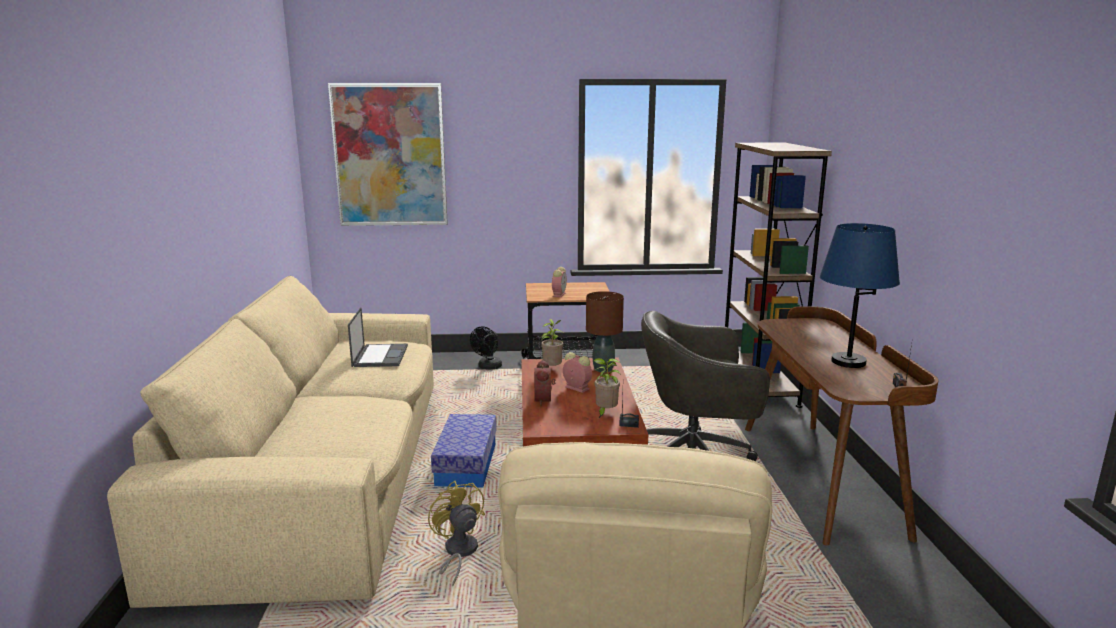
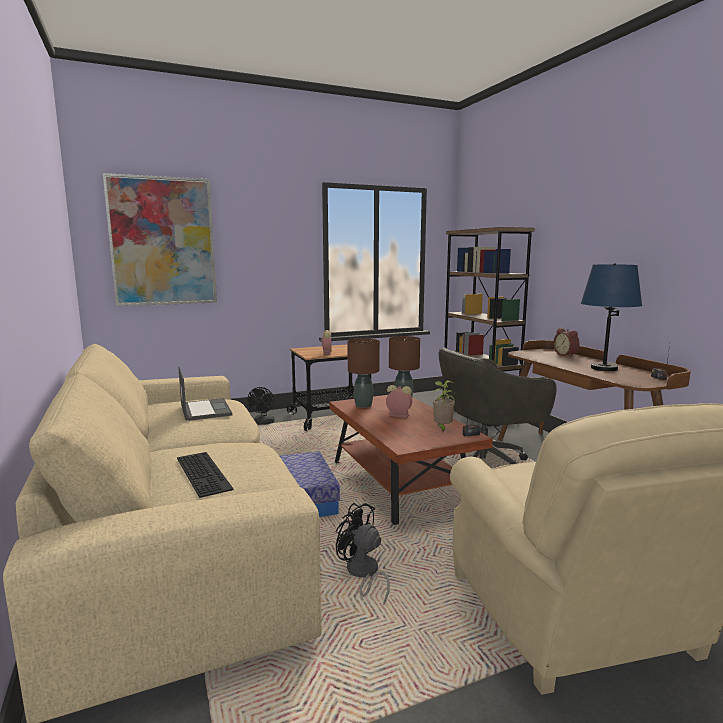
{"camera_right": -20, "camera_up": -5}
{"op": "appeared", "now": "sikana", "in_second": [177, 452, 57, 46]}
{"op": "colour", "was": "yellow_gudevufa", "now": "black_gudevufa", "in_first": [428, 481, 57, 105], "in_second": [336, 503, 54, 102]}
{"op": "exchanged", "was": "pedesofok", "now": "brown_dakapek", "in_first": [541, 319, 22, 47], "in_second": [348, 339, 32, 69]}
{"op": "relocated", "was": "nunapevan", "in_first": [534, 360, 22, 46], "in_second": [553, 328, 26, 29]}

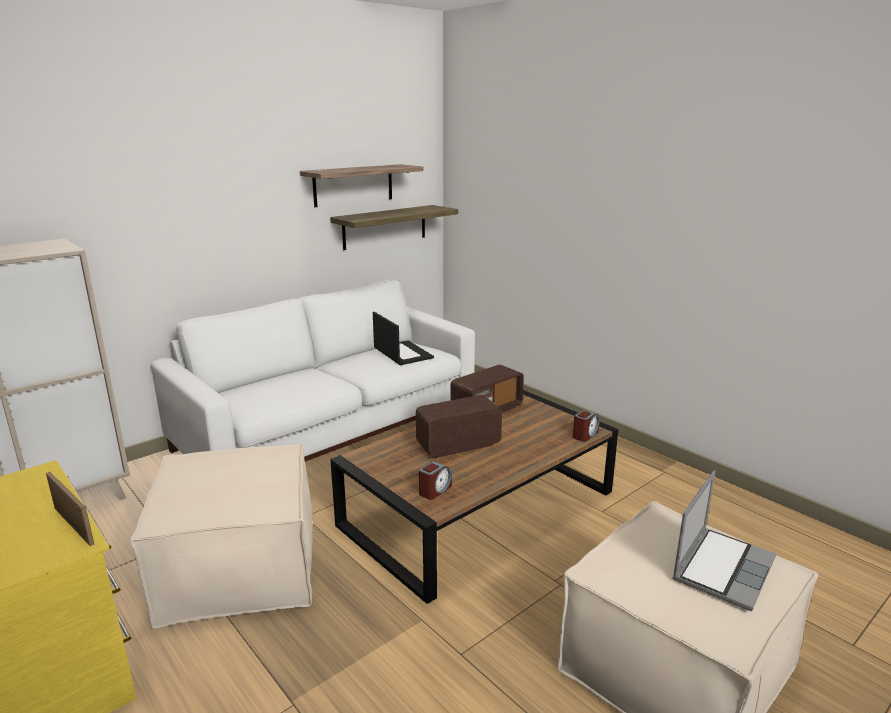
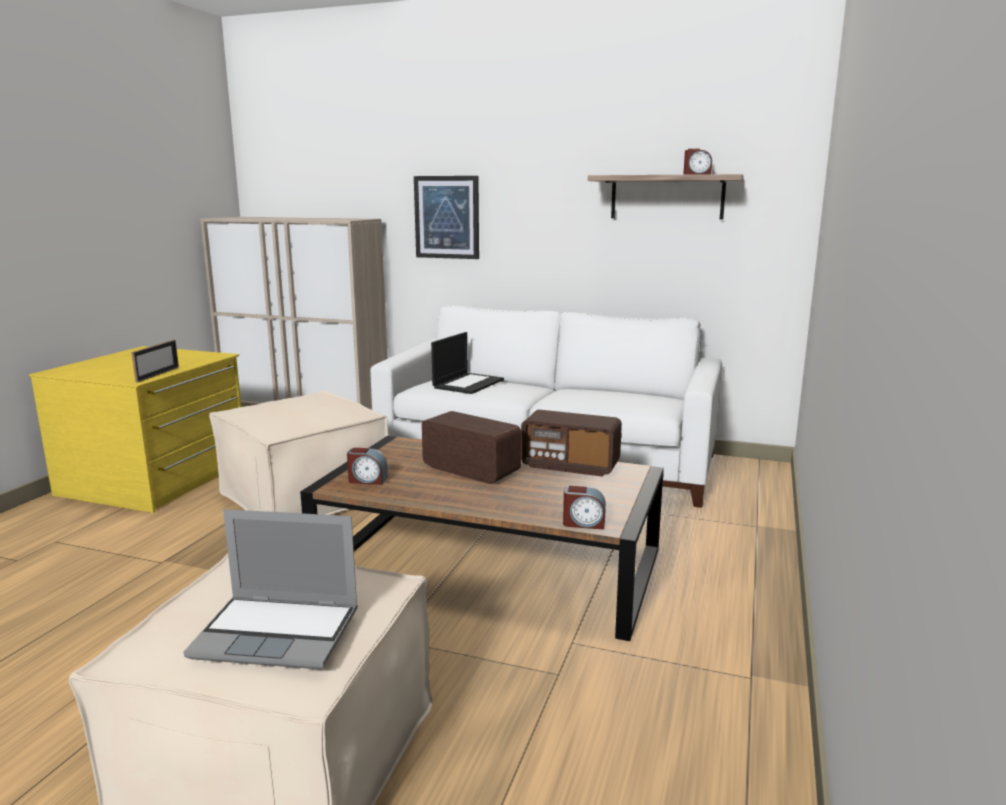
{"camera_right": 60, "camera_up": -5}
{"op": "appeared", "now": "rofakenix", "in_second": [414, 176, 65, 83]}
{"op": "relocated", "was": "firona", "in_first": [373, 312, 61, 53], "in_second": [431, 332, 73, 62]}
{"op": "appeared", "now": "nunapevan", "in_second": [684, 149, 28, 26]}
{"op": "missing", "was": "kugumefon", "in_first": [330, 205, 128, 45]}

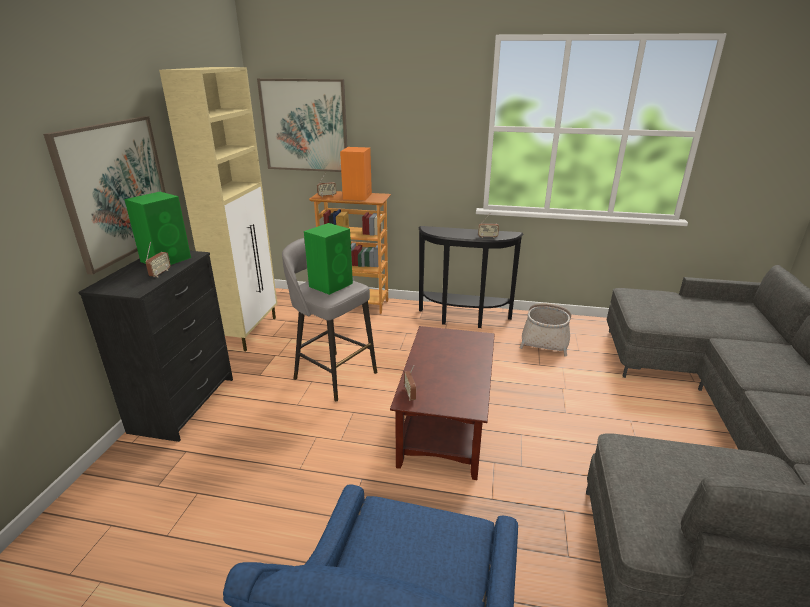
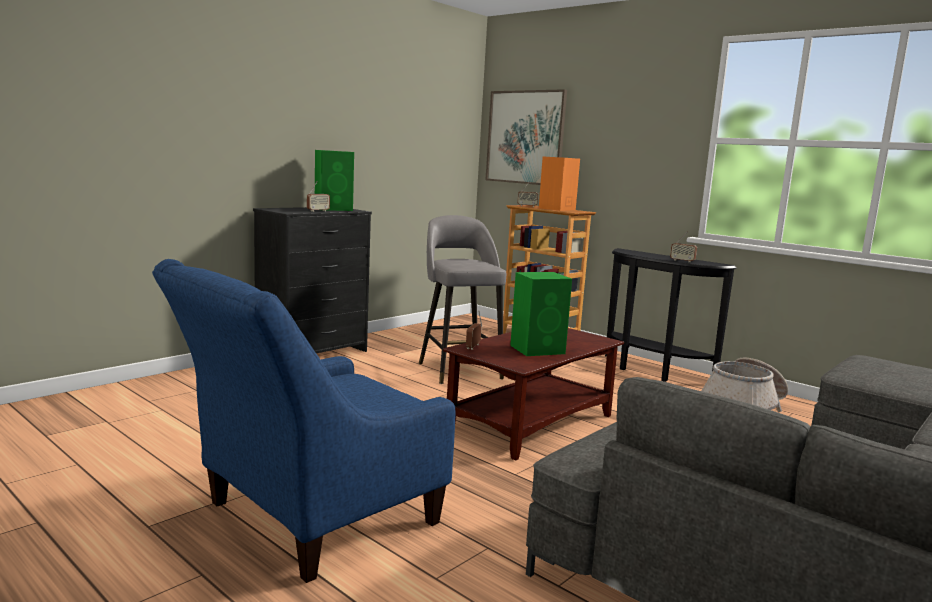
{"camera_right": 30, "camera_up": -15}
{"op": "relocated", "was": "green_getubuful", "in_first": [304, 223, 49, 72], "in_second": [510, 272, 62, 84]}
{"op": "missing", "was": "rofakenix", "in_first": [43, 116, 123, 159]}
{"op": "missing", "was": "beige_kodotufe", "in_first": [159, 67, 118, 284]}

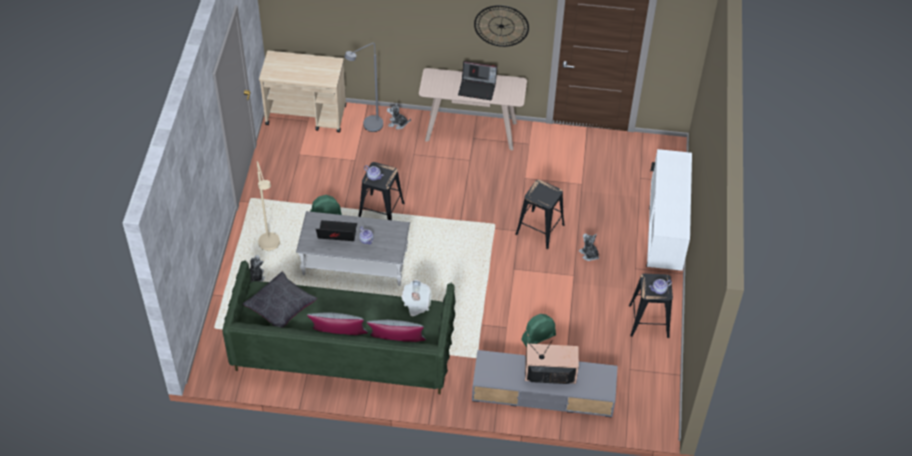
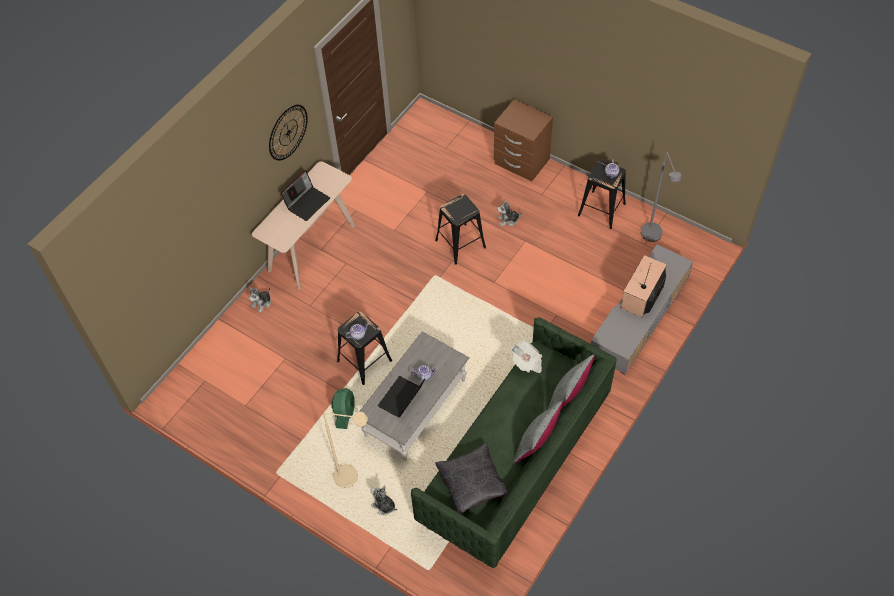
{"camera_right": -60, "camera_up": 5}
{"op": "exchanged", "was": "white_kodotufe", "now": "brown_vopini", "in_first": [646, 149, 46, 122], "in_second": [494, 99, 59, 82]}
{"op": "relocated", "was": "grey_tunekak", "in_first": [344, 43, 39, 89], "in_second": [641, 152, 40, 90]}
{"op": "missing", "was": "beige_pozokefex", "in_first": [259, 51, 87, 81]}
{"op": "missing", "was": "green_gudevufa", "in_first": [521, 314, 35, 33]}

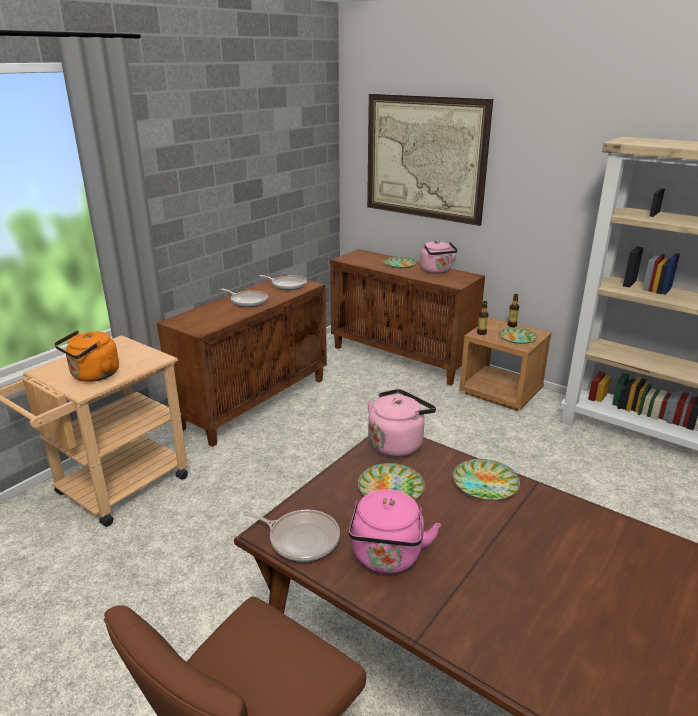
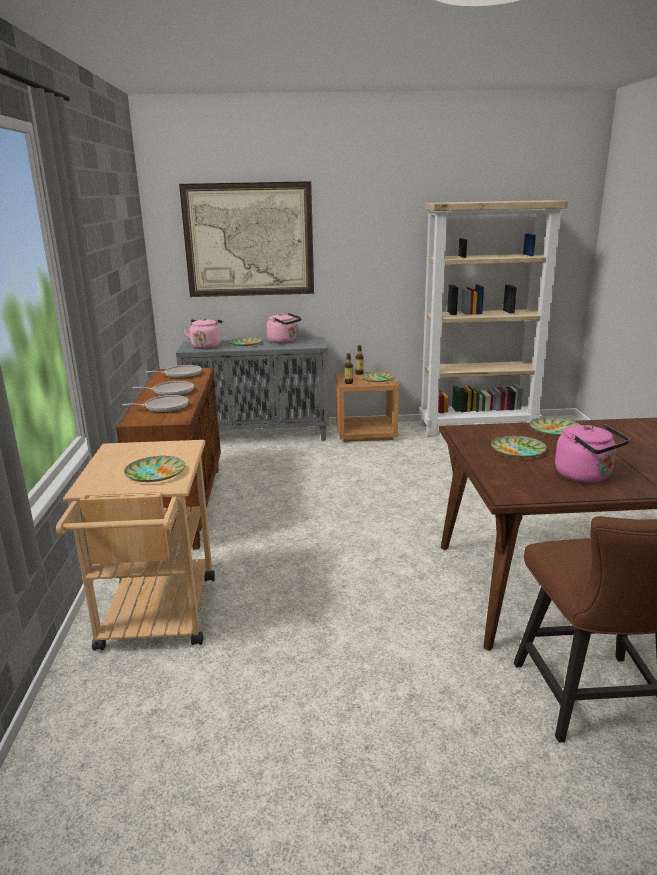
{"camera_right": -40, "camera_up": -5}
{"op": "relocated", "was": "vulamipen", "in_first": [243, 509, 97, 53], "in_second": [122, 395, 67, 18]}
{"op": "exchanged", "was": "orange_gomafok", "now": "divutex", "in_first": [54, 330, 65, 52], "in_second": [124, 456, 61, 26]}
{"op": "colour", "was": "brown_kodotufe", "now": "grey_kodotufe", "in_first": [330, 249, 155, 136], "in_second": [176, 337, 153, 104]}
{"op": "relocated", "was": "pink_gomafok", "in_first": [367, 389, 69, 68], "in_second": [183, 318, 40, 31]}

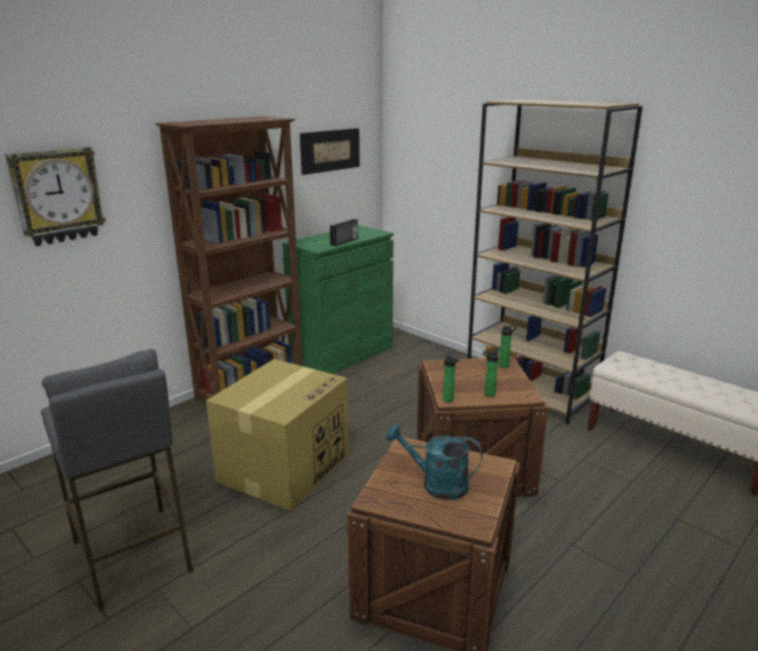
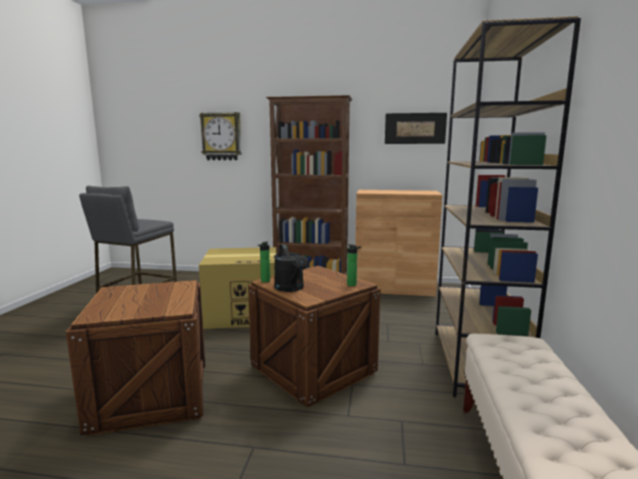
{"camera_right": 55, "camera_up": -10}
{"op": "exchanged", "was": "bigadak", "now": "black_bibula", "in_first": [483, 351, 16, 46], "in_second": [274, 244, 35, 48]}
{"op": "colour", "was": "green_kodotufe", "now": "brown_kodotufe", "in_first": [282, 225, 112, 149], "in_second": [355, 190, 88, 107]}
{"op": "missing", "was": "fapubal", "in_first": [330, 219, 28, 27]}
{"op": "missing", "was": "turquoise_bibula", "in_first": [386, 424, 97, 76]}

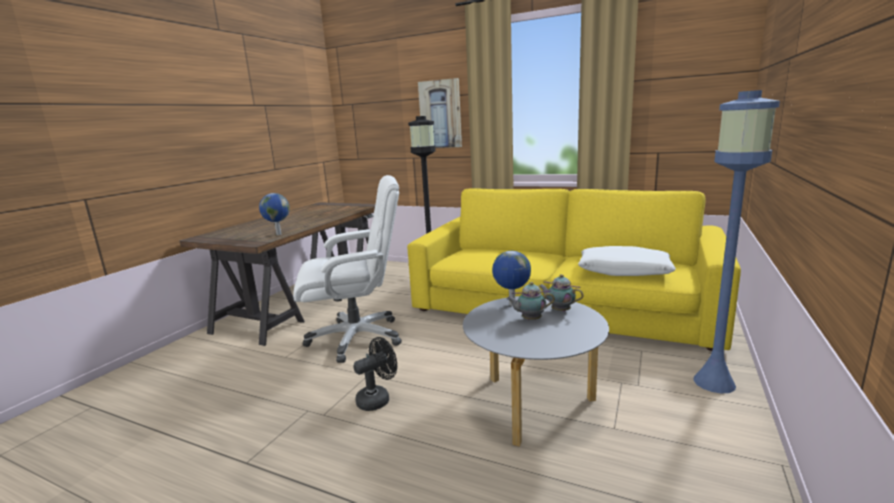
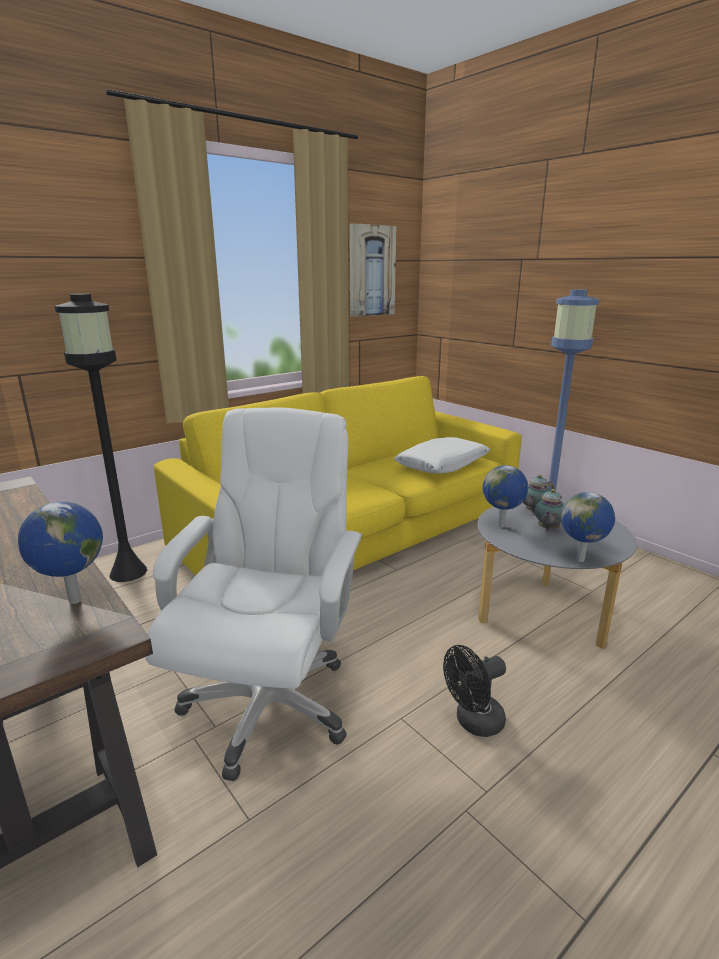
{"camera_right": -65, "camera_up": 5}
{"op": "relocated", "was": "rofakenix", "in_first": [418, 78, 44, 70], "in_second": [349, 223, 48, 94]}
{"op": "spun", "was": "black_gudevufa", "in_first": [353, 337, 44, 74], "in_second": [443, 645, 63, 92], "clockwise": -105}
{"op": "appeared", "now": "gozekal", "in_second": [561, 492, 54, 70]}

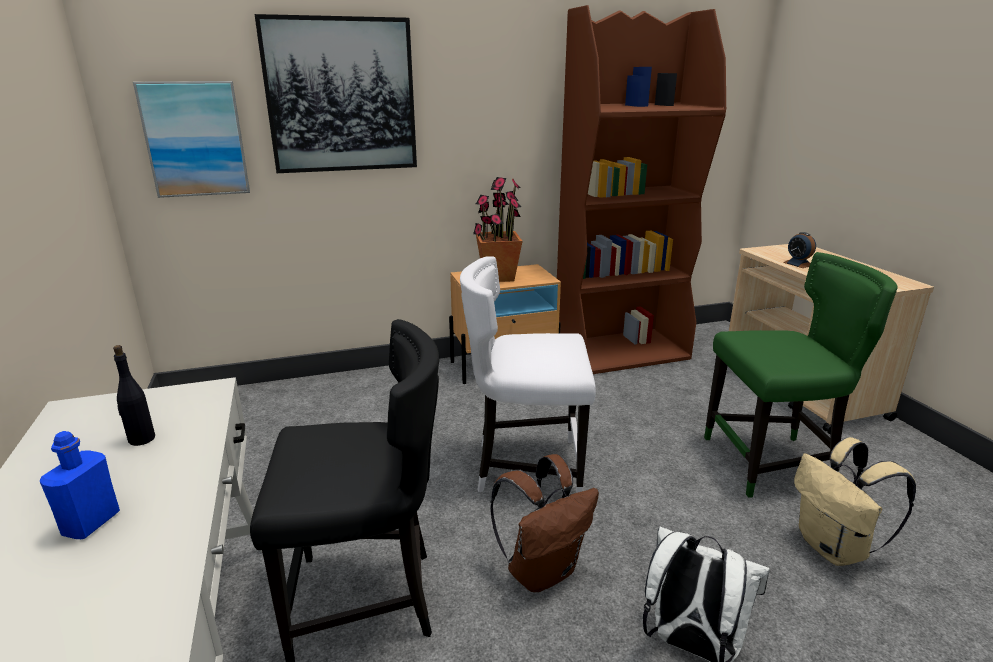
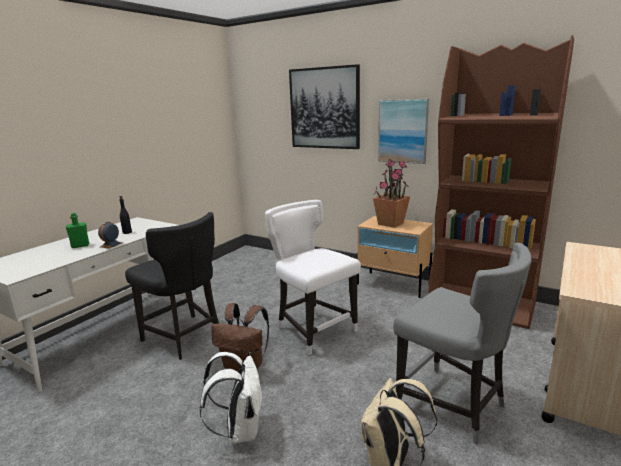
{"camera_right": 50, "camera_up": -5}
{"op": "colour", "was": "blue_bigadak", "now": "green_bigadak", "in_first": [40, 431, 80, 108], "in_second": [66, 213, 23, 35]}
{"op": "relocated", "was": "nunapevan", "in_first": [783, 232, 33, 36], "in_second": [98, 222, 24, 27]}
{"op": "relocated", "was": "rofakenix", "in_first": [133, 81, 117, 117], "in_second": [378, 99, 51, 65]}
{"op": "colour", "was": "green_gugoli", "now": "grey_gugoli", "in_first": [704, 252, 193, 246], "in_second": [393, 243, 139, 201]}

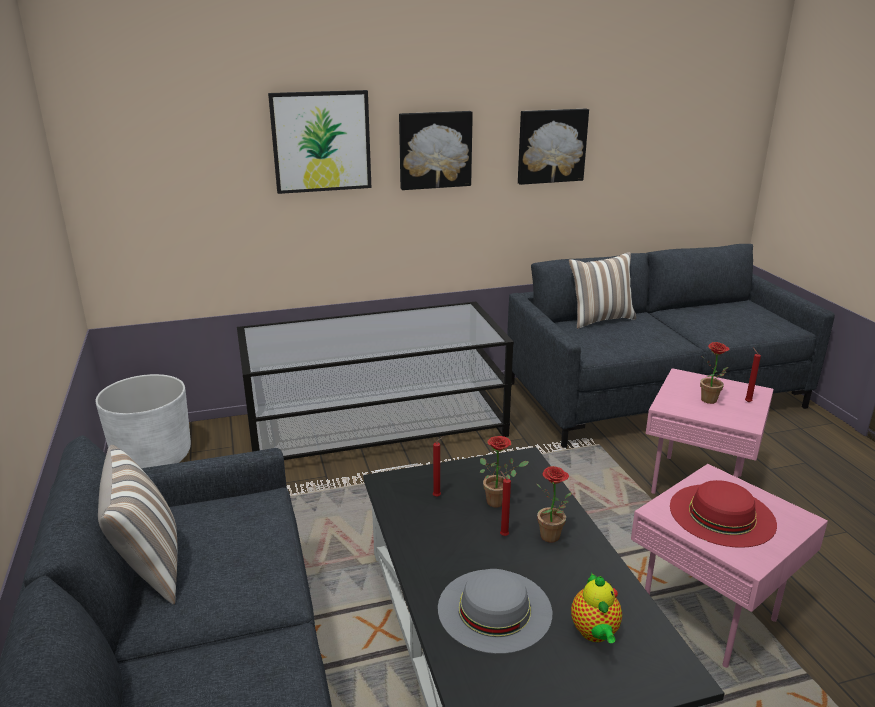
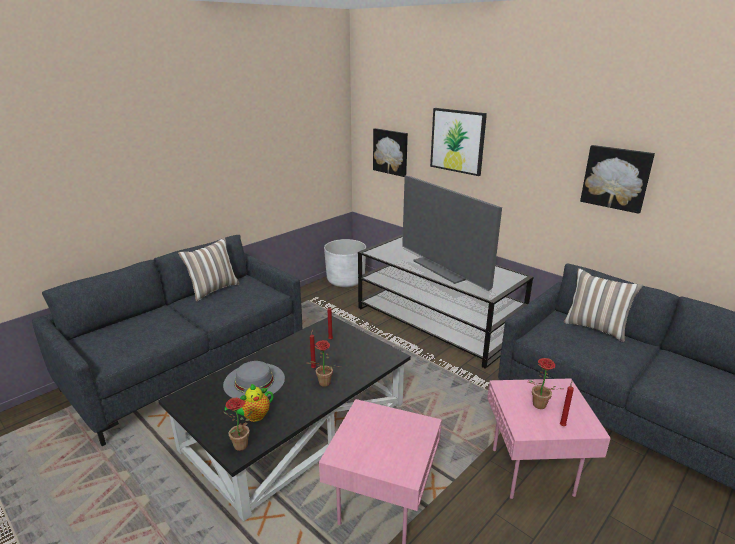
{"camera_right": 60, "camera_up": 0}
{"op": "relocated", "was": "pedesofok", "in_first": [480, 436, 49, 71], "in_second": [224, 398, 28, 53]}
{"op": "relocated", "was": "rofakenix", "in_first": [399, 111, 74, 79], "in_second": [373, 128, 35, 49]}
{"op": "appeared", "now": "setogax", "in_second": [402, 175, 100, 116]}
{"op": "missing", "was": "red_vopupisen", "in_first": [670, 480, 107, 68]}

